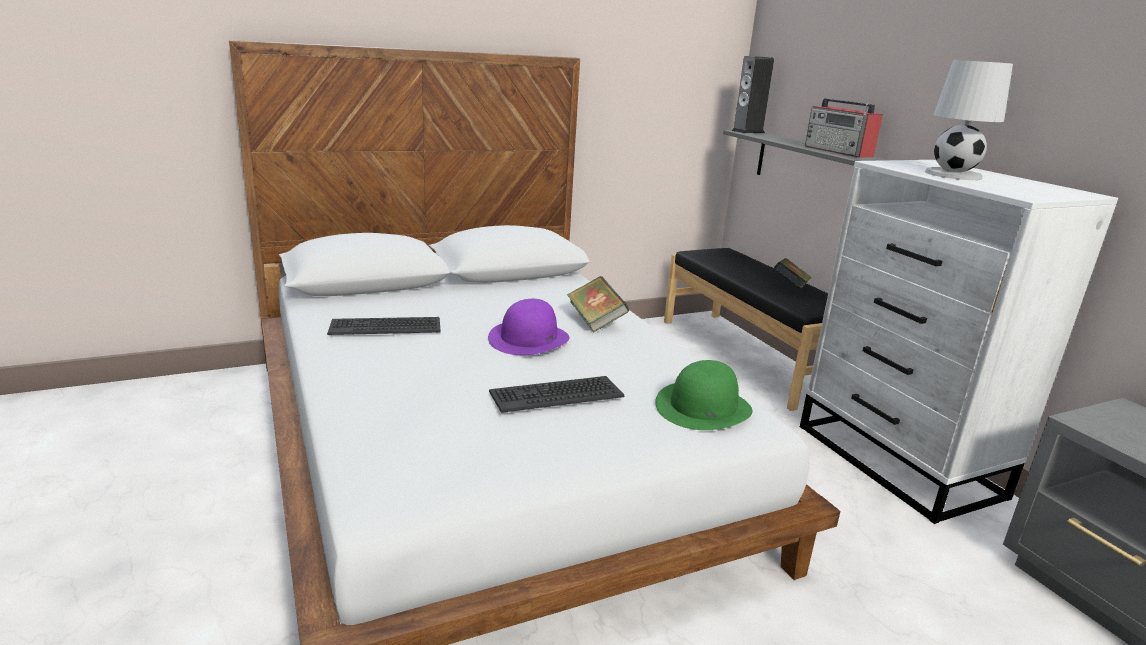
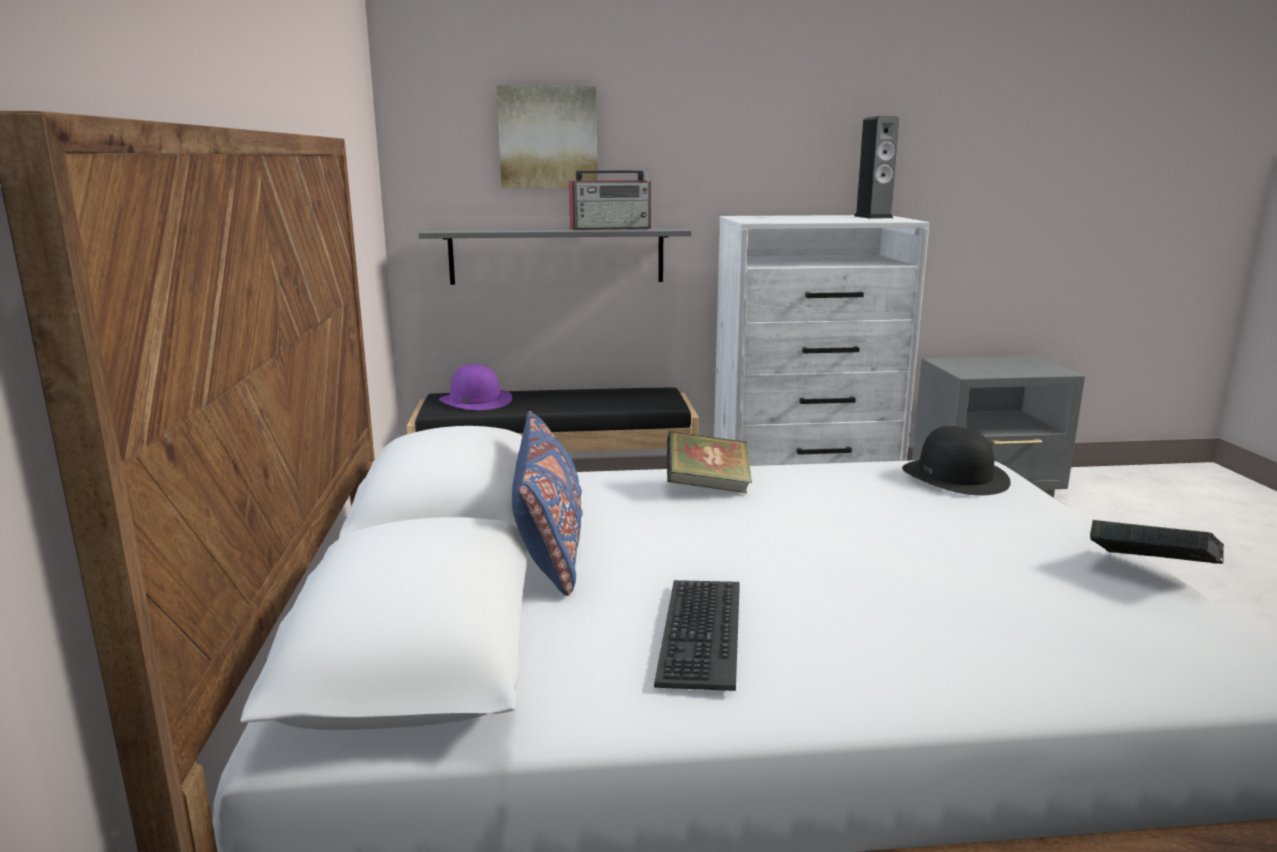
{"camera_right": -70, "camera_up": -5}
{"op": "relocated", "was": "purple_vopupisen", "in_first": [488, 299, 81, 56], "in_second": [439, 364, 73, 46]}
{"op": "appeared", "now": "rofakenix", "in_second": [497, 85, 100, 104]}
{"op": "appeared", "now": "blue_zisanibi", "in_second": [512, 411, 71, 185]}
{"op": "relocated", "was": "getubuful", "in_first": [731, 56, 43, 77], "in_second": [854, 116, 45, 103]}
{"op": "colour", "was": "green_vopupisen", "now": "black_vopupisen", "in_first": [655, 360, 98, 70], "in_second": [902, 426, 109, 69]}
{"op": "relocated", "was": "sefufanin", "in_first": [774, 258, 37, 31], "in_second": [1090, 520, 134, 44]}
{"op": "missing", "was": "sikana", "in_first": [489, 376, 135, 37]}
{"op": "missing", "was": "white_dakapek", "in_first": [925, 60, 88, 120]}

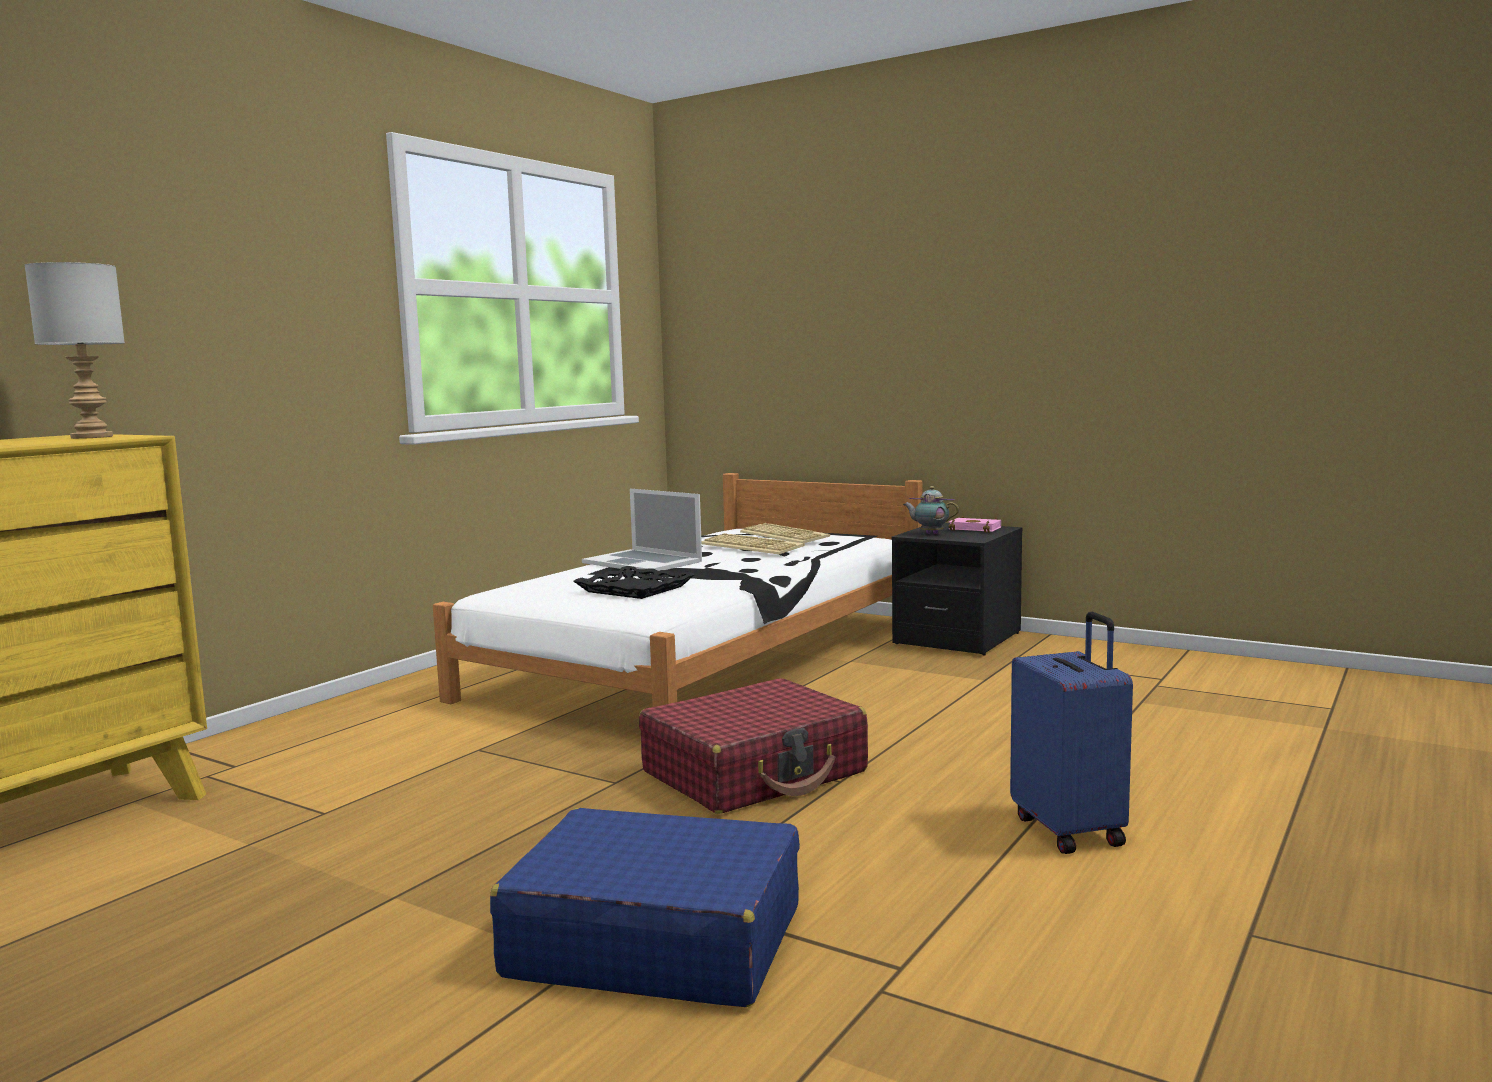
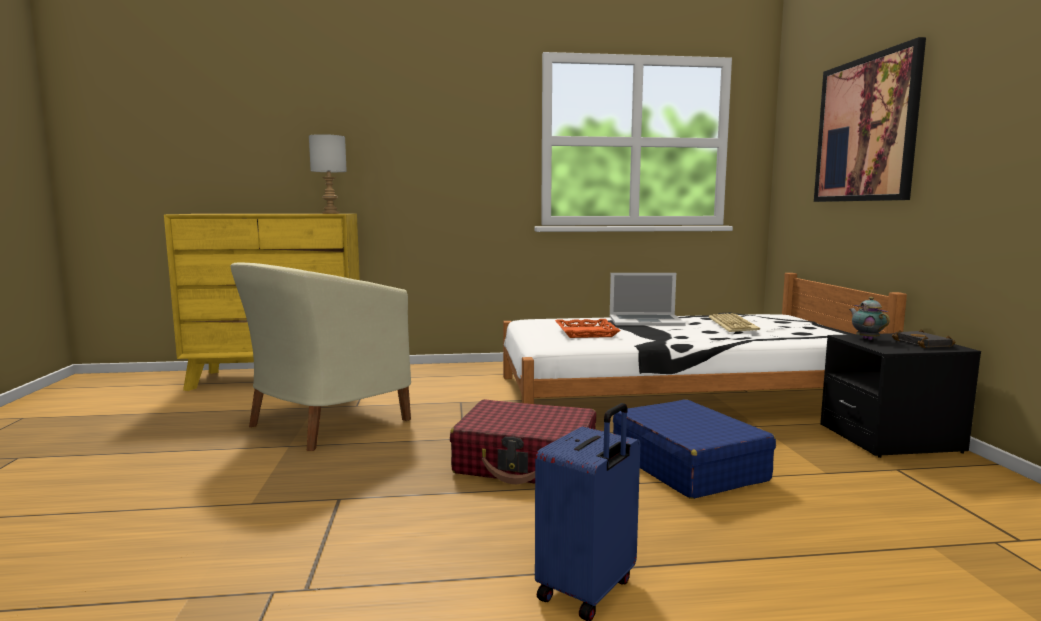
{"camera_right": 50, "camera_up": 0}
{"op": "appeared", "now": "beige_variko", "in_second": [230, 262, 181, 189]}
{"op": "colour", "was": "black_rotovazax", "now": "orange_rotovazax", "in_first": [573, 566, 122, 33], "in_second": [555, 319, 66, 19]}
{"op": "spun", "was": "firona", "in_first": [582, 489, 120, 82], "in_second": [610, 273, 76, 53], "clockwise": -90}
{"op": "relocated", "was": "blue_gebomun", "in_first": [490, 808, 310, 199], "in_second": [613, 399, 163, 100]}
{"op": "appeared", "now": "rofakenix", "in_second": [814, 37, 112, 165]}
{"op": "colour", "was": "pink_sefufanin", "now": "black_sefufanin", "in_first": [949, 515, 52, 18], "in_second": [892, 329, 63, 19]}
{"op": "missing", "was": "sikana", "in_first": [740, 523, 90, 20]}

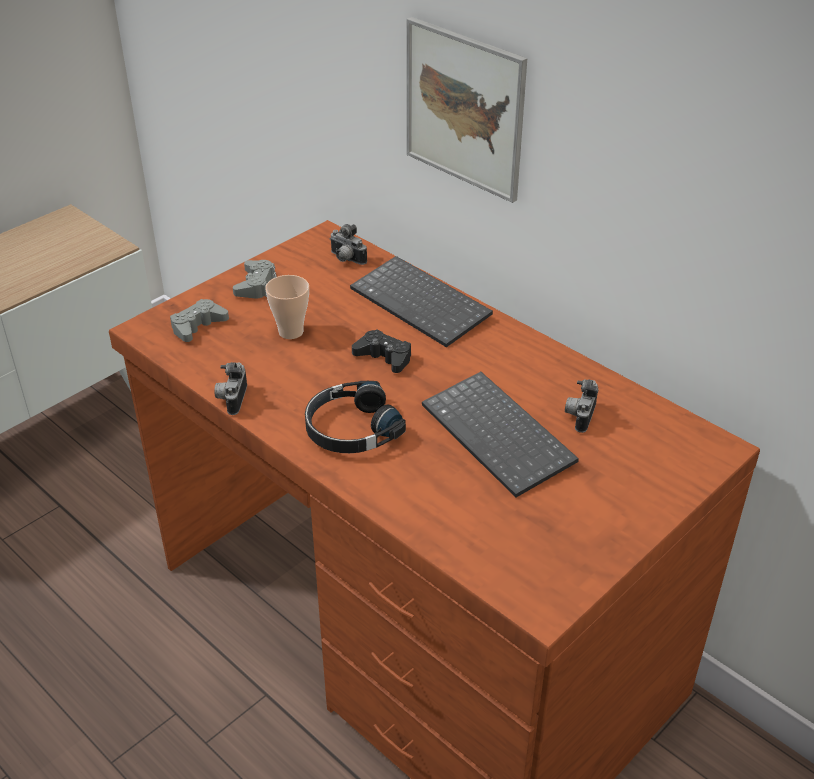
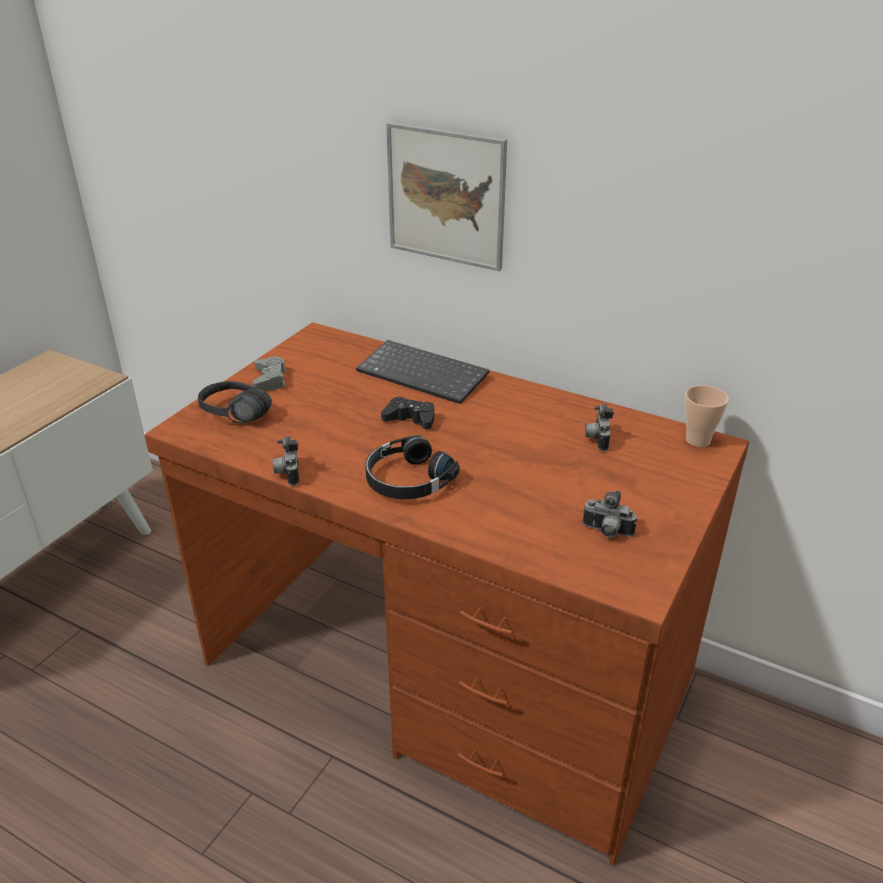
{"camera_right": -15, "camera_up": -5}
{"op": "exchanged", "was": "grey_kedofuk", "now": "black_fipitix", "in_first": [170, 299, 59, 43], "in_second": [198, 381, 74, 42]}
{"op": "relocated", "was": "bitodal", "in_first": [330, 224, 37, 41], "in_second": [583, 490, 54, 48]}
{"op": "relocated", "was": "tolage", "in_first": [265, 275, 44, 64], "in_second": [685, 385, 44, 62]}
{"op": "missing", "was": "sikana", "in_first": [422, 372, 156, 125]}

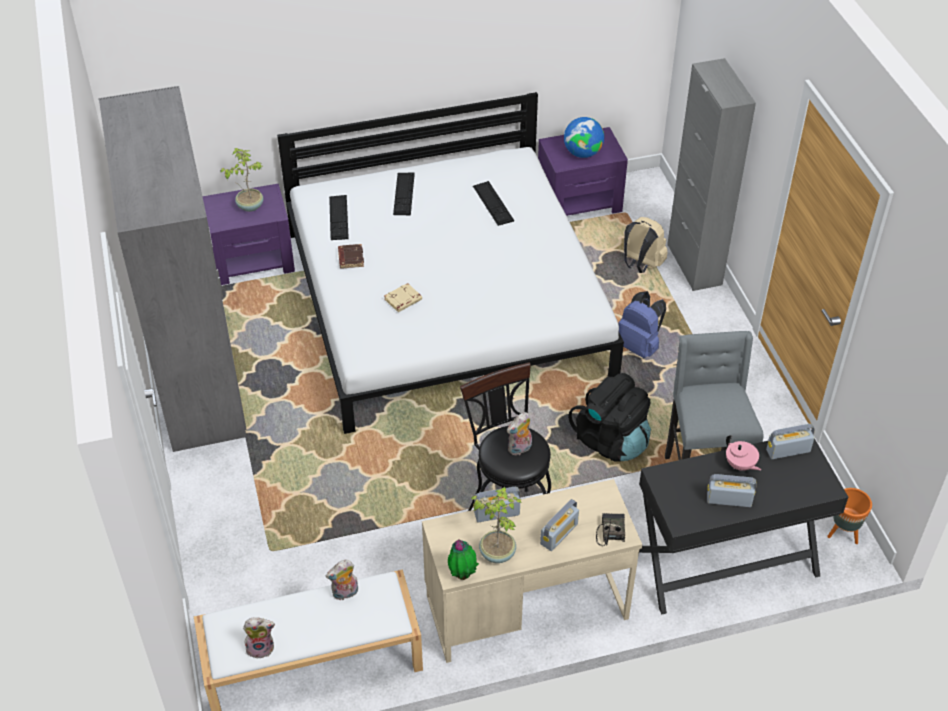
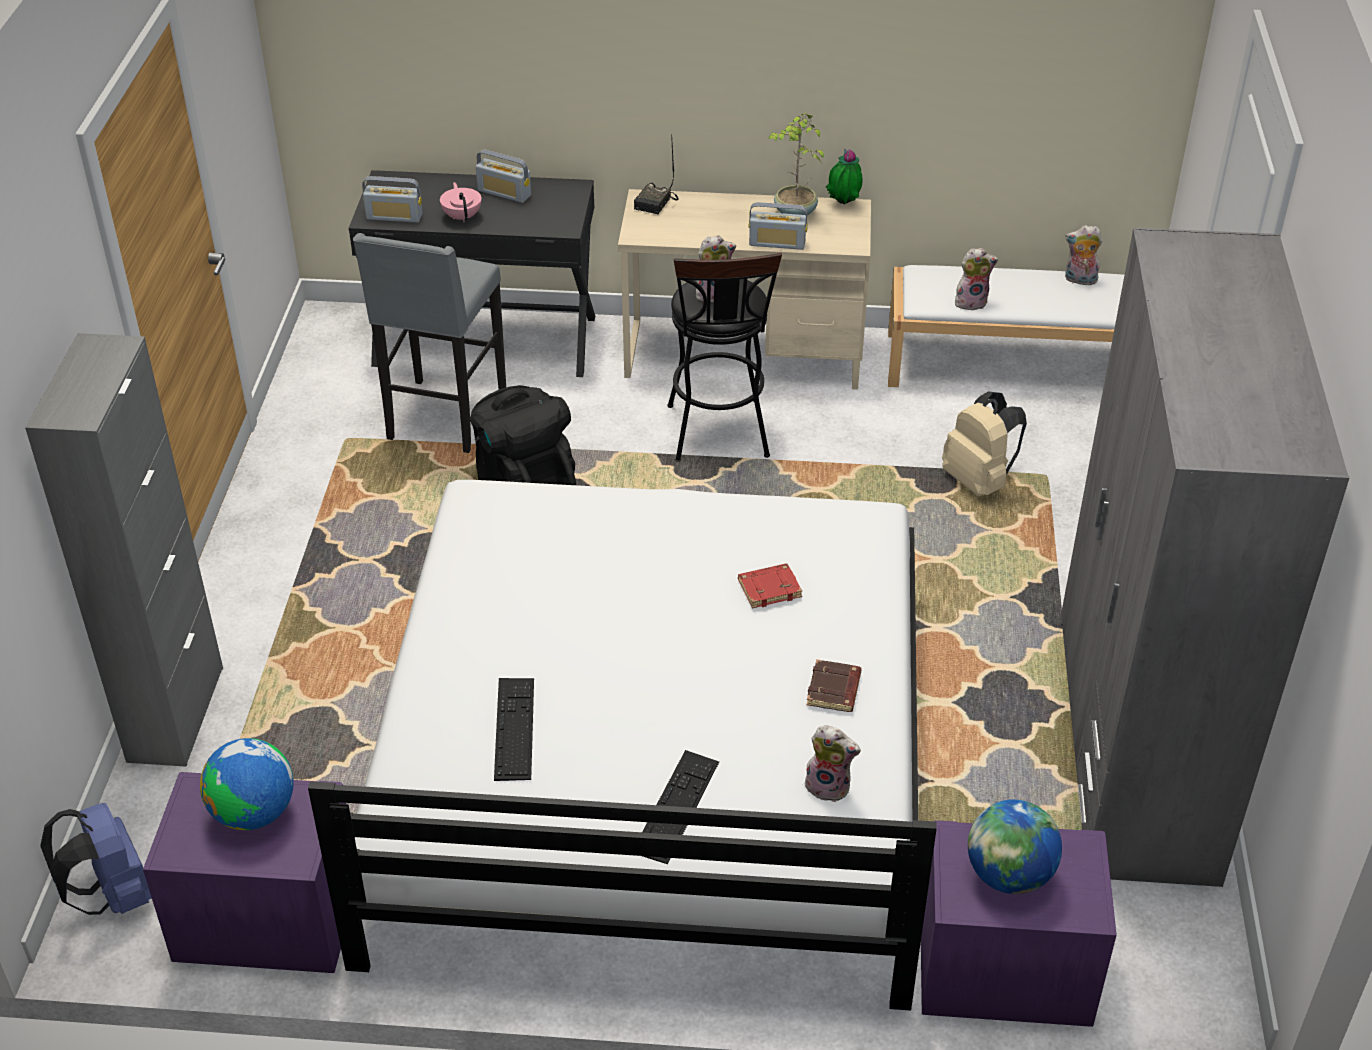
{"camera_right": -160, "camera_up": -5}
{"op": "relocated", "was": "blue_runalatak", "in_first": [618, 291, 48, 67], "in_second": [40, 803, 112, 112]}
{"op": "colour", "was": "beige_sefufanin", "now": "red_sefufanin", "in_first": [384, 283, 38, 29], "in_second": [738, 563, 64, 46]}
{"op": "exchanged", "was": "sikana", "now": "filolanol", "in_first": [329, 195, 20, 45], "in_second": [805, 725, 56, 77]}
{"op": "relocated", "was": "beige_runalatak", "in_first": [624, 217, 44, 56], "in_second": [942, 391, 85, 106]}
{"op": "exchanged", "was": "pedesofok", "now": "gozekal", "in_first": [220, 148, 43, 64], "in_second": [968, 800, 94, 94]}
{"op": "missing", "was": "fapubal", "in_first": [540, 499, 39, 52]}
{"op": "missing", "was": "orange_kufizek", "in_first": [827, 488, 45, 56]}

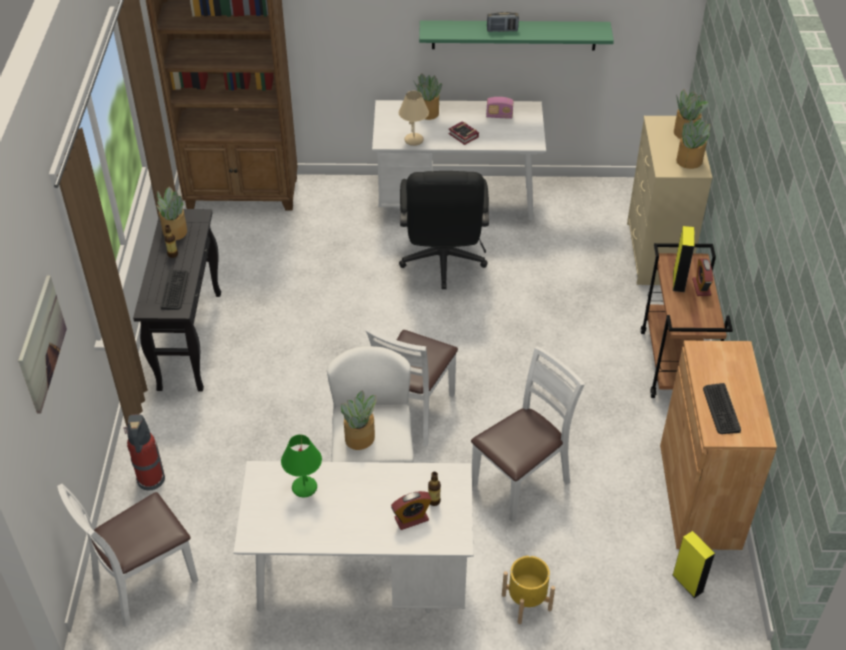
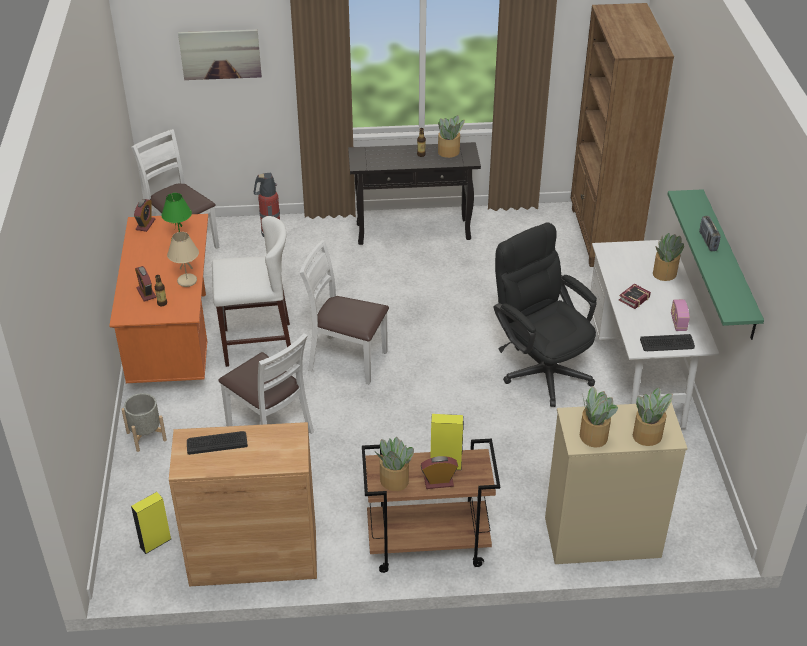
{"camera_right": 85, "camera_up": -5}
{"op": "colour", "was": "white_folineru", "now": "orange_folineru", "in_first": [233, 461, 240, 152], "in_second": [109, 214, 99, 169]}
{"op": "colour", "was": "yellow_kufizek", "now": "grey_kufizek", "in_first": [502, 556, 53, 68], "in_second": [121, 393, 46, 59]}
{"op": "appeared", "now": "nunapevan", "in_second": [134, 199, 21, 33]}
{"op": "relocated", "was": "beige_dakapek", "in_first": [399, 91, 30, 55], "in_second": [167, 232, 32, 55]}
{"op": "relocated", "was": "pedesofok", "in_first": [341, 390, 36, 60], "in_second": [375, 437, 39, 54]}
{"op": "spun", "was": "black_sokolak", "in_first": [399, 171, 90, 118], "in_second": [494, 222, 103, 185], "clockwise": 60}
{"op": "relocated", "was": "sikana", "in_first": [161, 269, 27, 41], "in_second": [640, 334, 55, 17]}

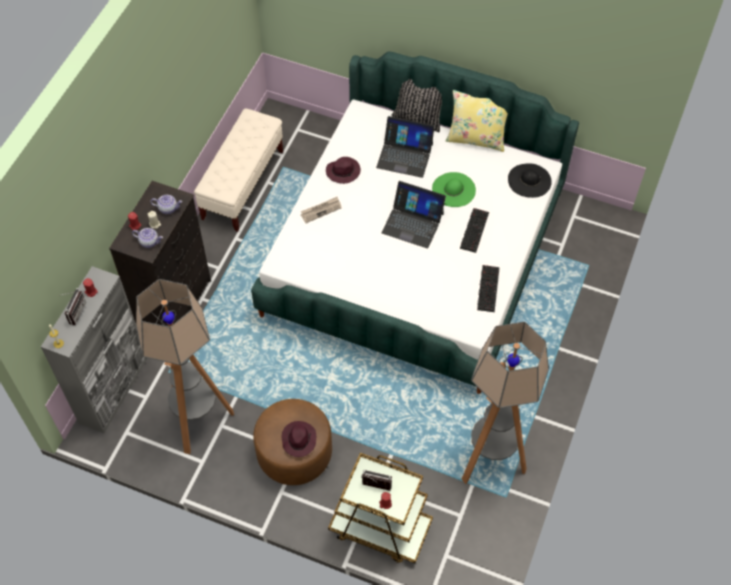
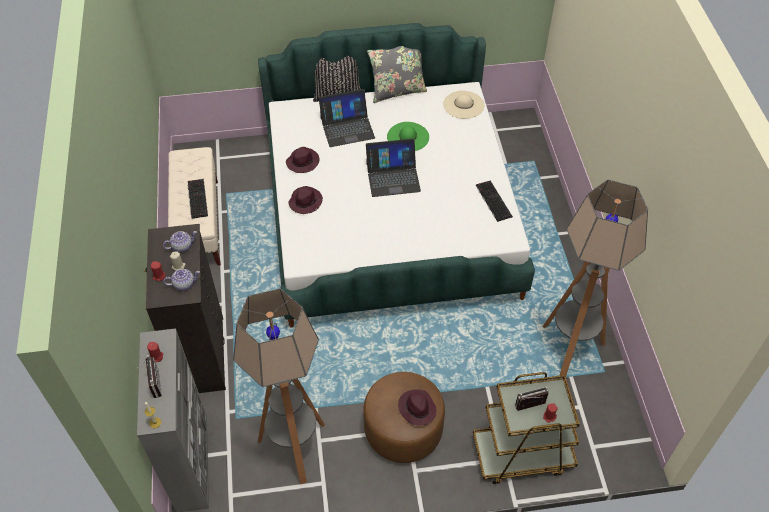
{"camera_right": -30, "camera_up": -5}
{"op": "relocated", "was": "sikana", "in_first": [460, 208, 29, 45], "in_second": [188, 179, 20, 40]}
{"op": "exchanged", "was": "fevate", "now": "purple_vopupisen", "in_first": [300, 197, 42, 26], "in_second": [288, 186, 35, 28]}
{"op": "colour", "was": "yellow_zisanibi", "now": "grey_zisanibi", "in_first": [446, 90, 62, 62], "in_second": [367, 46, 60, 57]}
{"op": "colour", "was": "black_vopupisen", "now": "beige_vopupisen", "in_first": [508, 163, 44, 35], "in_second": [443, 91, 41, 28]}

